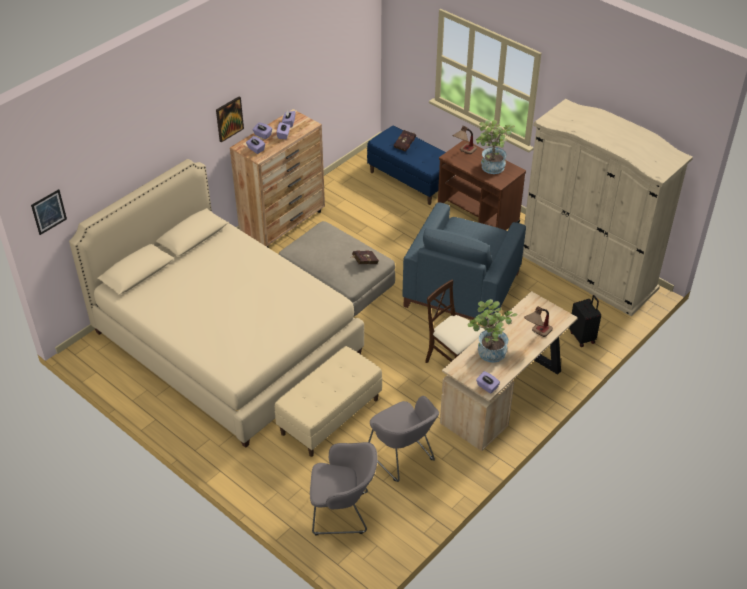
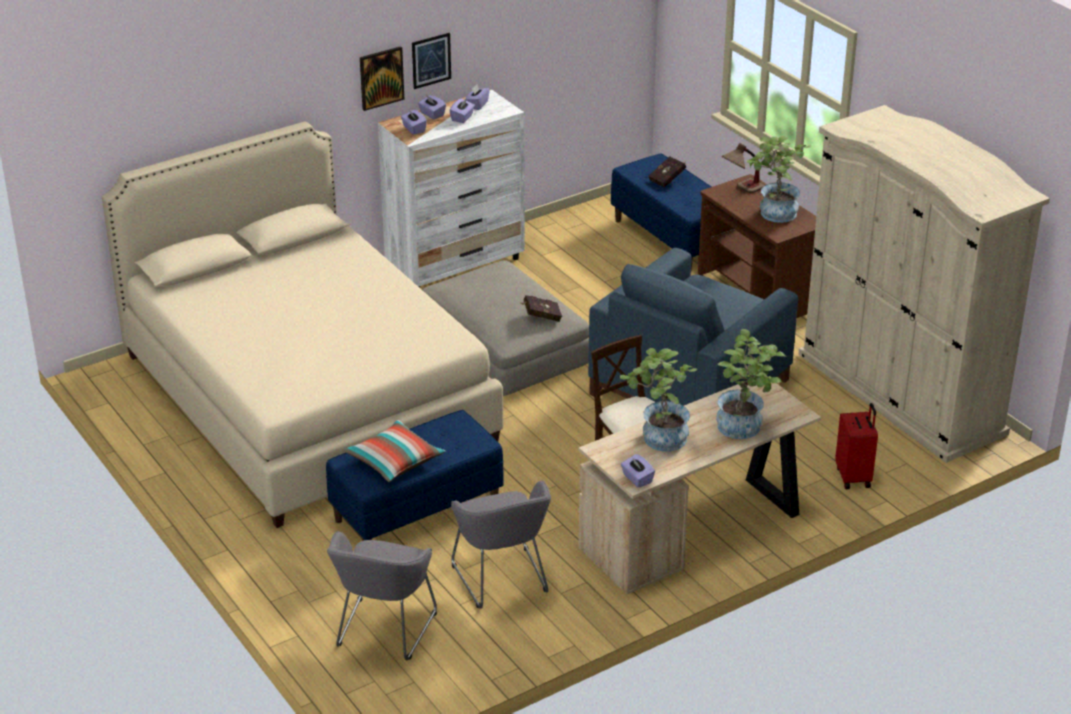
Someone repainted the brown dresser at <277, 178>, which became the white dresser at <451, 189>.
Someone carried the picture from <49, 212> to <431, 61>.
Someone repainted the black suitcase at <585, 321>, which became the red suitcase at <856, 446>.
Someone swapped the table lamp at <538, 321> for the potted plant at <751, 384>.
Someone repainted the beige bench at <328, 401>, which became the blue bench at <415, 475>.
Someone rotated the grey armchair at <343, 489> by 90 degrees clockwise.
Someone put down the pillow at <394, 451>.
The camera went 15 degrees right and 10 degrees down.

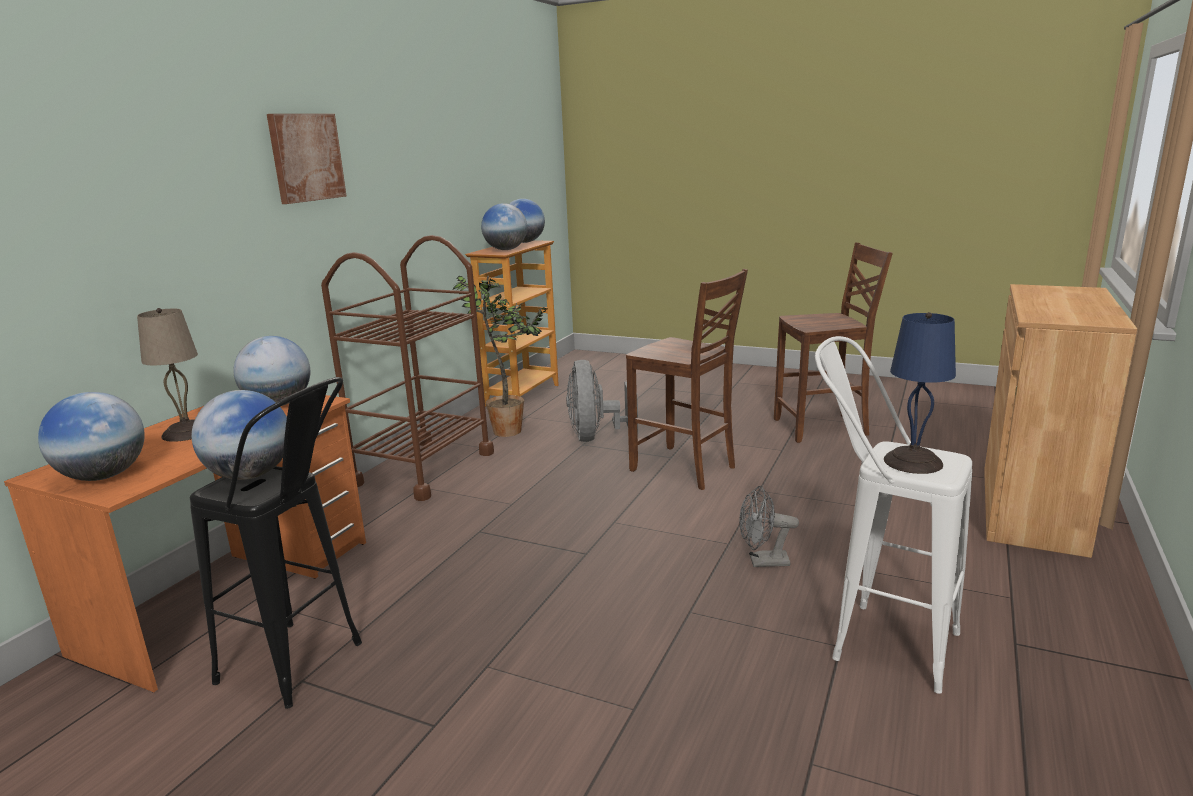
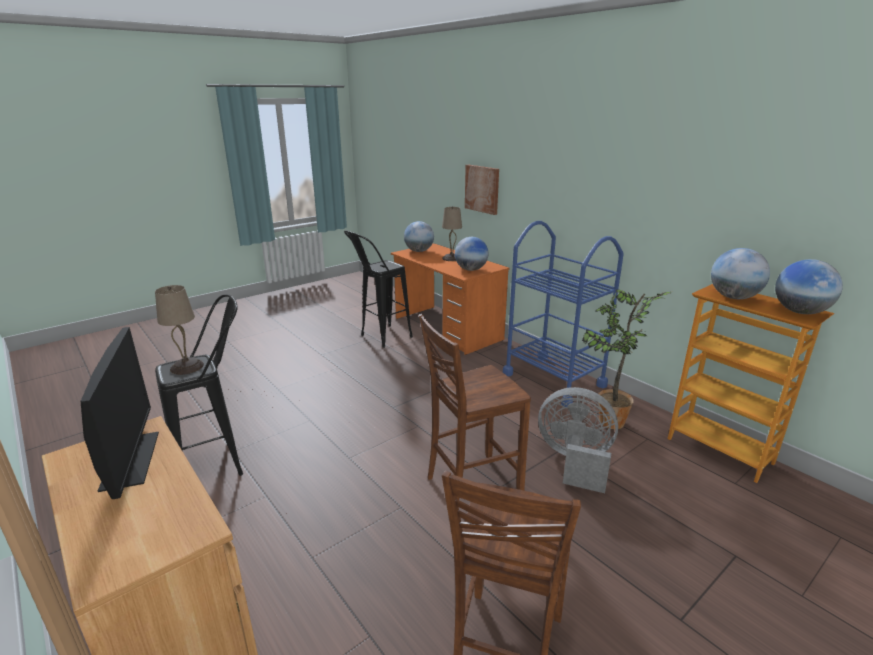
Someone carried the picture from <306, 159> to <482, 190>.
Someone repainted the brown cart at <407, 368>, which became the blue cart at <563, 314>.
Someone repainted the blue table lamp at <920, 393>, which became the beige table lamp at <179, 330>.
Someone repainted the white stool at <893, 515>, which became the black stool at <199, 385>.
Someone took away the globe at <239, 435>.
Someone took away the grey fan at <769, 526>.
Someone put down the monitor at <120, 413>.
The camera went 115 degrees right and 5 degrees up.

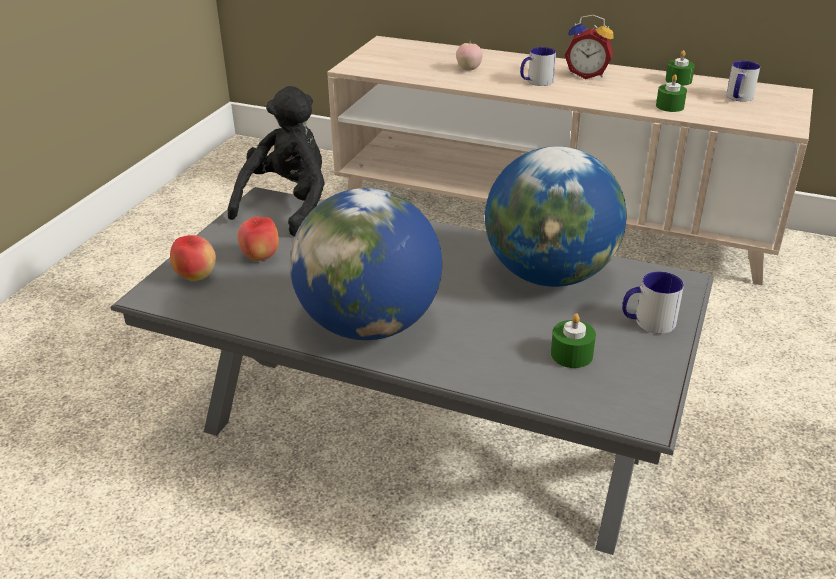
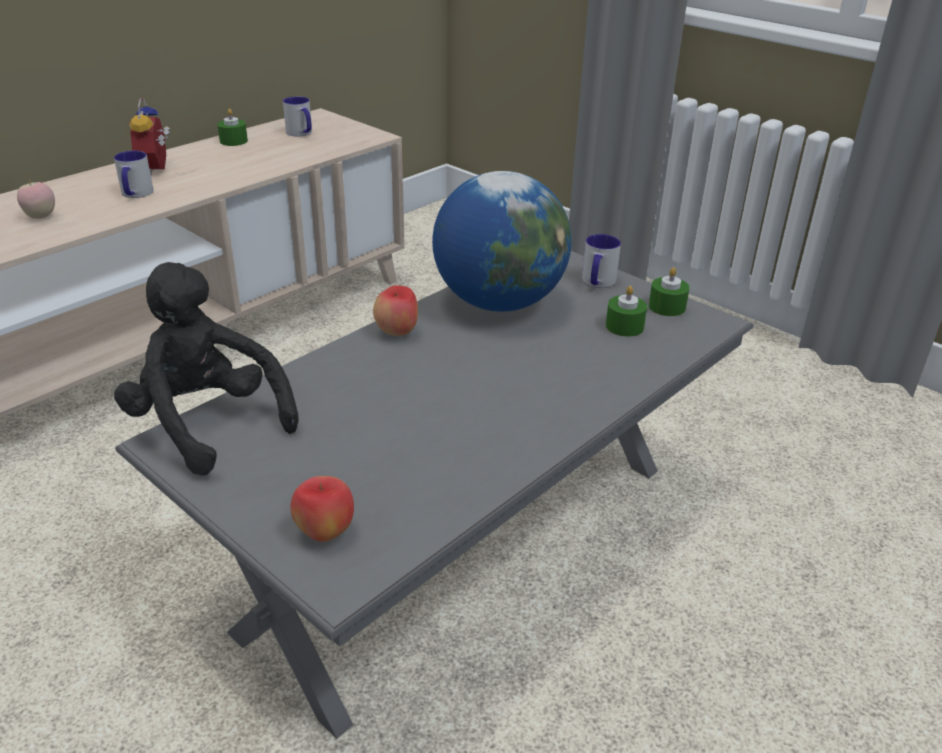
Someone rotated the alarm clock at <589, 47> by 135 degrees clockwise.
Someone carried the green candle from <671, 93> to <669, 291>.
Someone took away the globe at <366, 264>.
Someone carried the apple from <258, 239> to <395, 310>.
The camera went 70 degrees left and 0 degrees up.

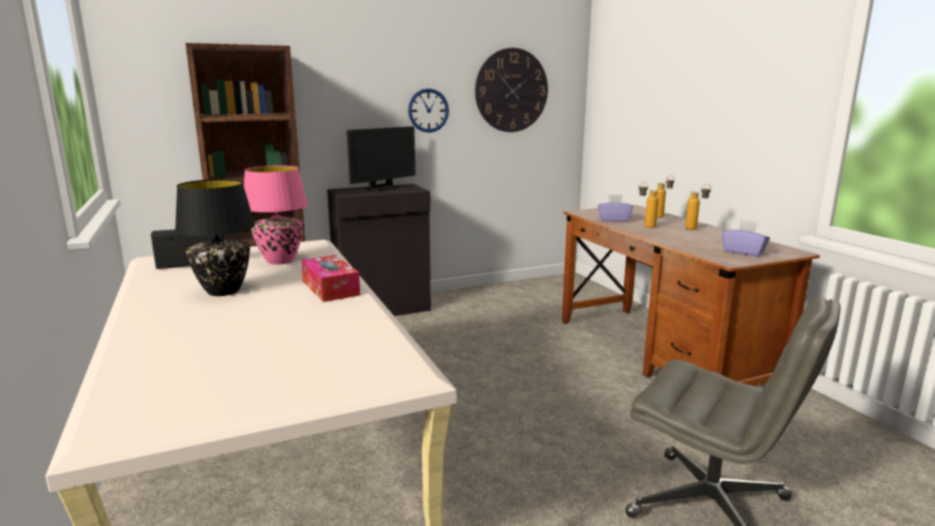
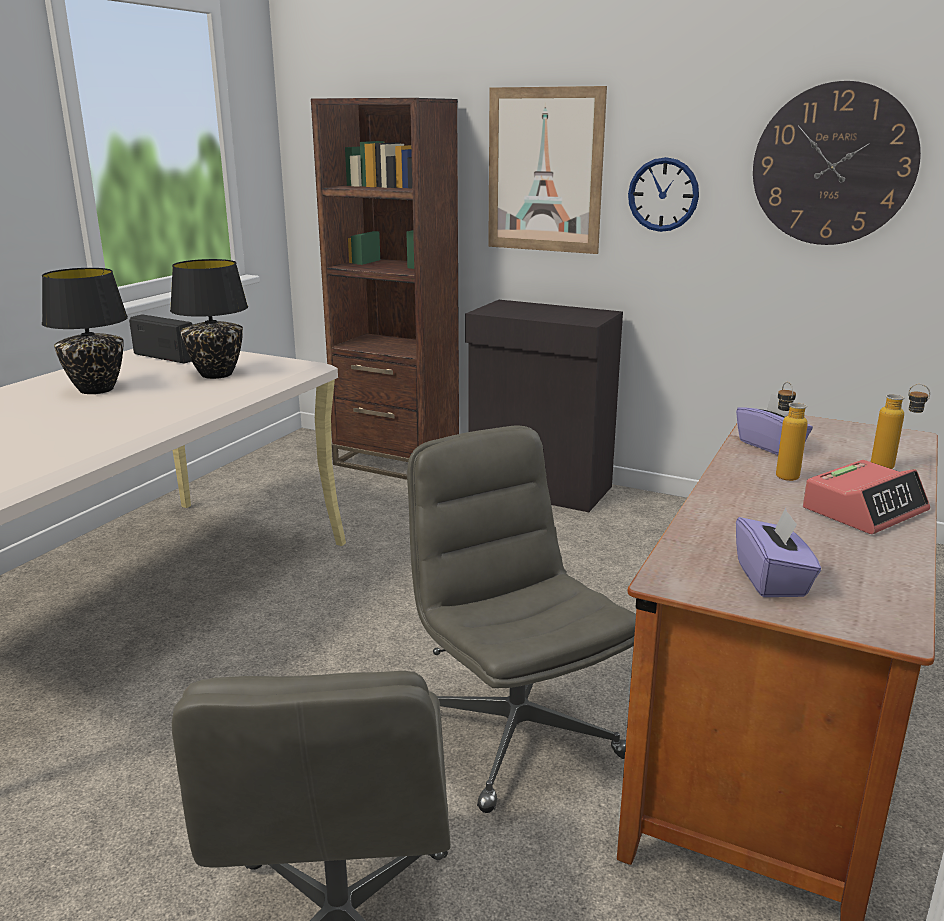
Someone took away the monitor at <381, 158>.
Someone repainted the pink table lamp at <276, 215>, which became the black table lamp at <209, 319>.
Someone swapped the bottle at <698, 207> for the alarm clock at <866, 497>.
Someone took away the tissue box at <330, 278>.
Someone put up the picture at <547, 170>.
Someone put down the grey office chair at <521, 619>.
The camera went 50 degrees right and 5 degrees up.

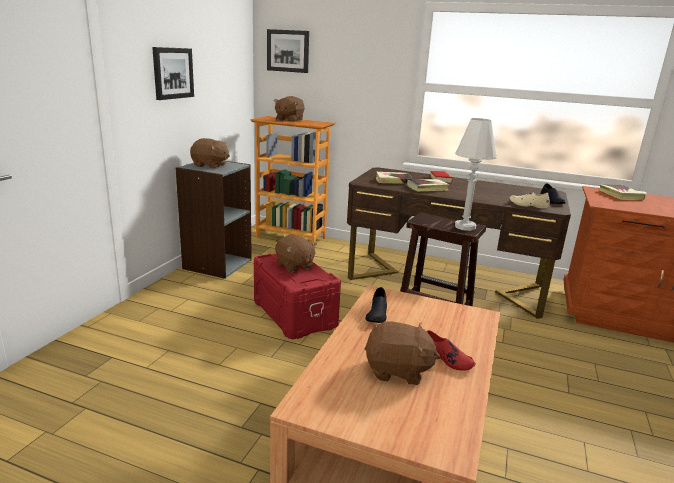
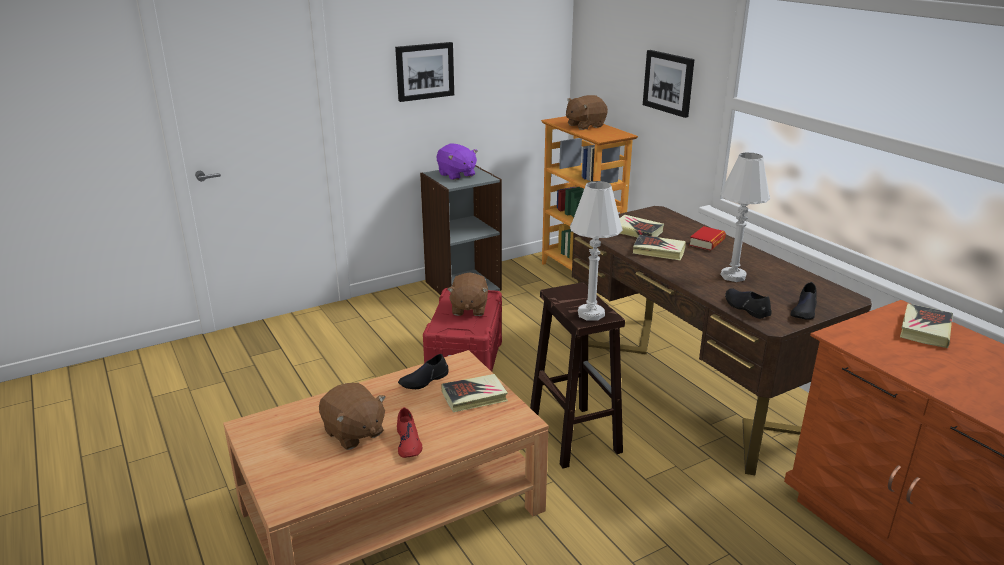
Someone carried the picture from <288, 51> to <669, 84>.
Someone repainted the brown plush toy at <210, 153>, which became the purple plush toy at <457, 162>.
Someone repainted the beige shoe at <529, 201>, which became the black shoe at <748, 303>.
Someone put down the white table lamp at <745, 217>.
Someone put down the book at <474, 393>.
The camera went 40 degrees right and 5 degrees up.

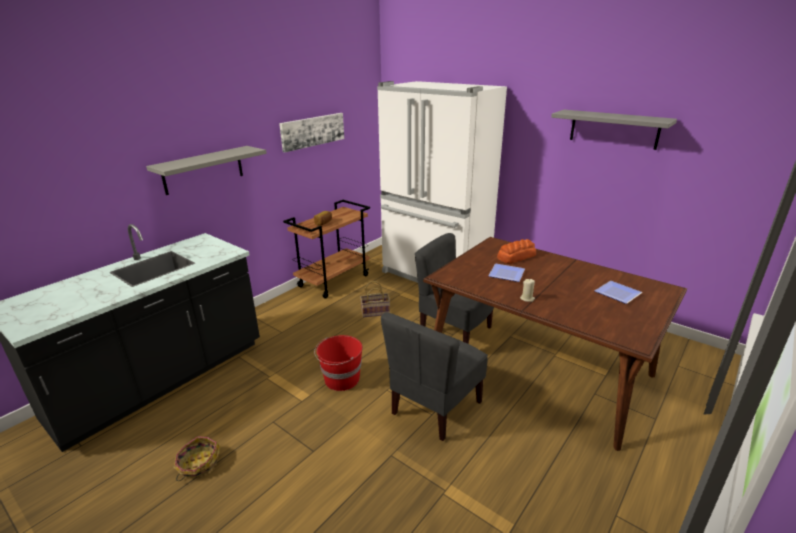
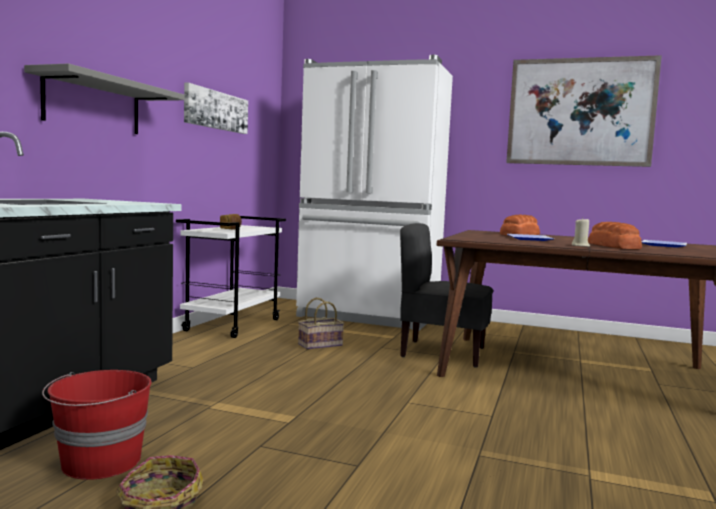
Someone swapped the grey shelf at <614, 130> for the picture at <584, 111>.
Someone repainted the brown cart at <326, 249>, which became the white cart at <231, 277>.
Someone took away the grey chair at <434, 376>.
Someone carried the red bucket from <338, 363> to <97, 425>.
Someone put down the bread at <615, 235>.
The camera went 20 degrees left and 20 degrees down.

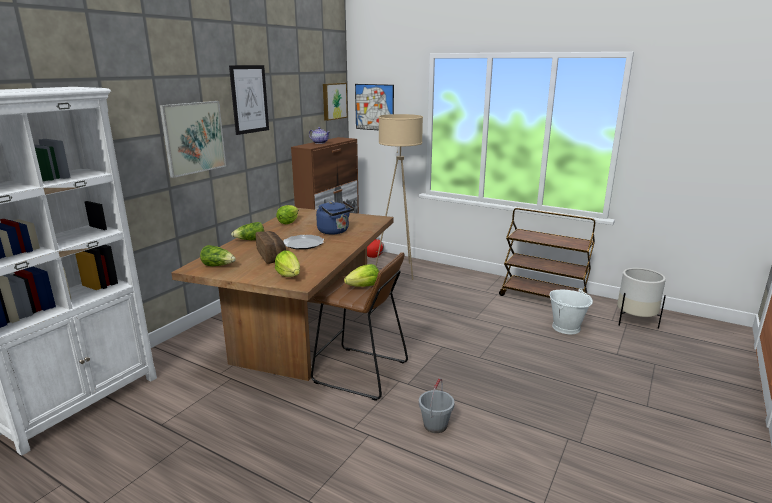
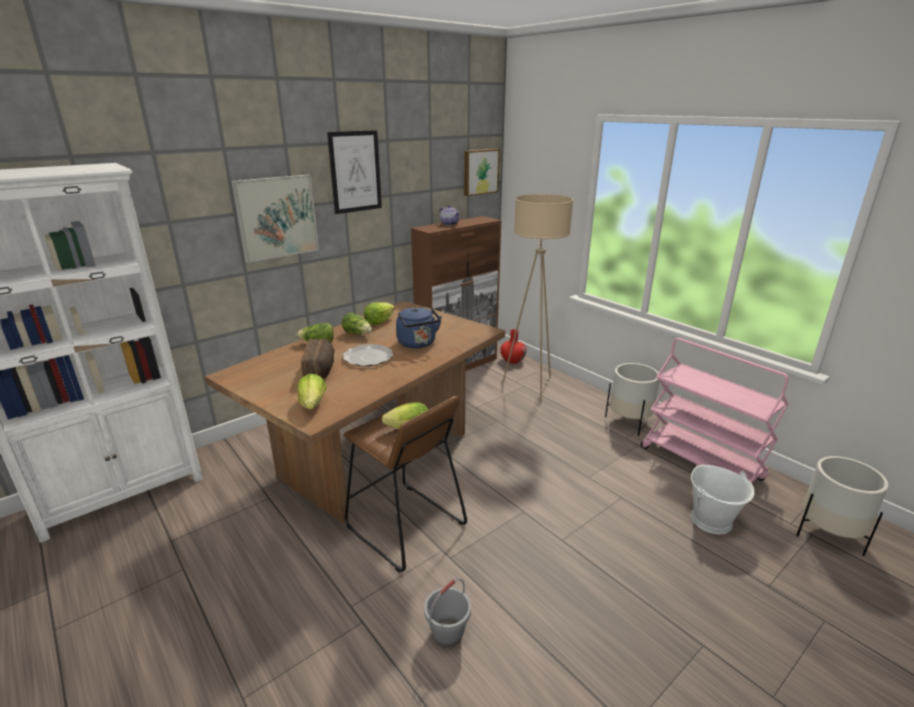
Someone took away the picture at <374, 107>.
Someone repainted the brown cart at <547, 253>, which became the pink cart at <714, 411>.
Someone carried the lettuce from <218, 255> to <357, 323>.
Someone put down the white planter at <632, 399>.
The camera went 20 degrees right and 5 degrees up.

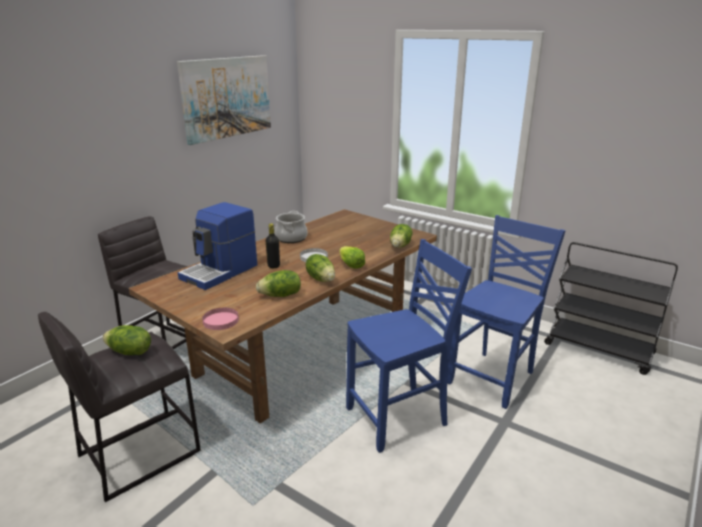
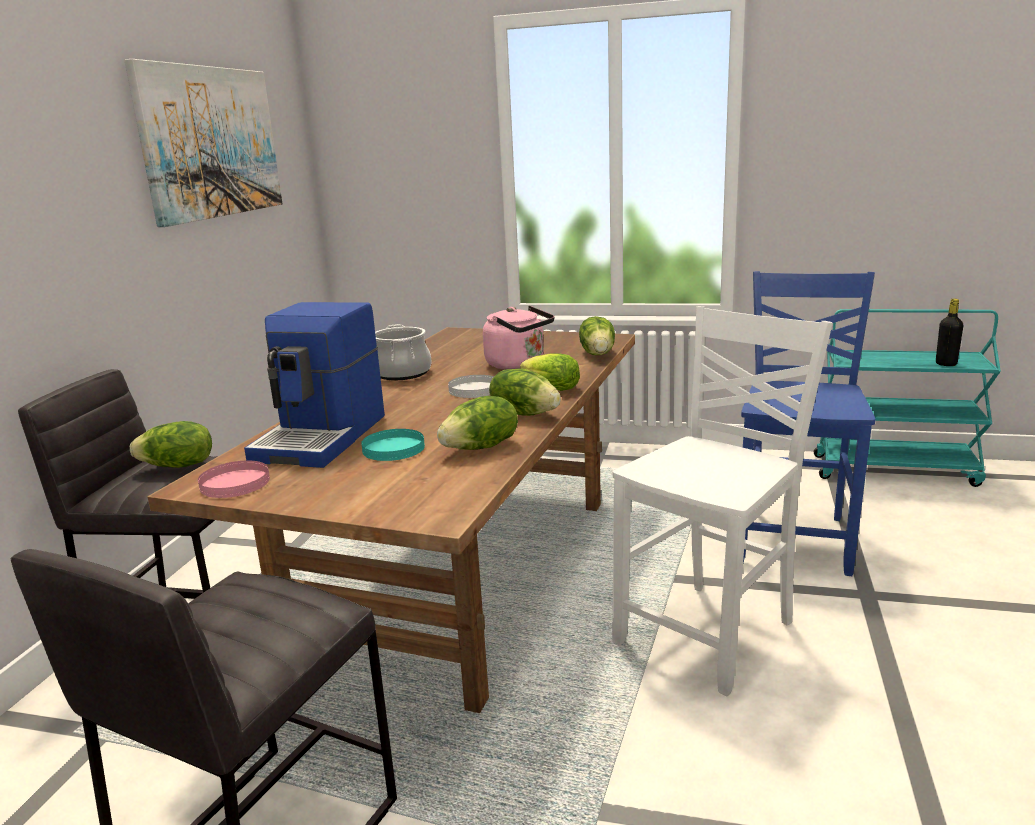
Someone carried the black bottle from <273, 245> to <949, 332>.
Someone repainted the blue chair at <409, 346>, which became the white chair at <722, 501>.
Someone repainted the black cart at <611, 308>, which became the turquoise cart at <907, 398>.
Someone carried the pink plate from <220, 319> to <234, 479>.
Someone carried the lettuce from <126, 340> to <171, 444>.
Someone put down the pink kettle at <518, 338>.
Someone put down the turquoise plate at <393, 445>.
The camera went 20 degrees left and 5 degrees down.

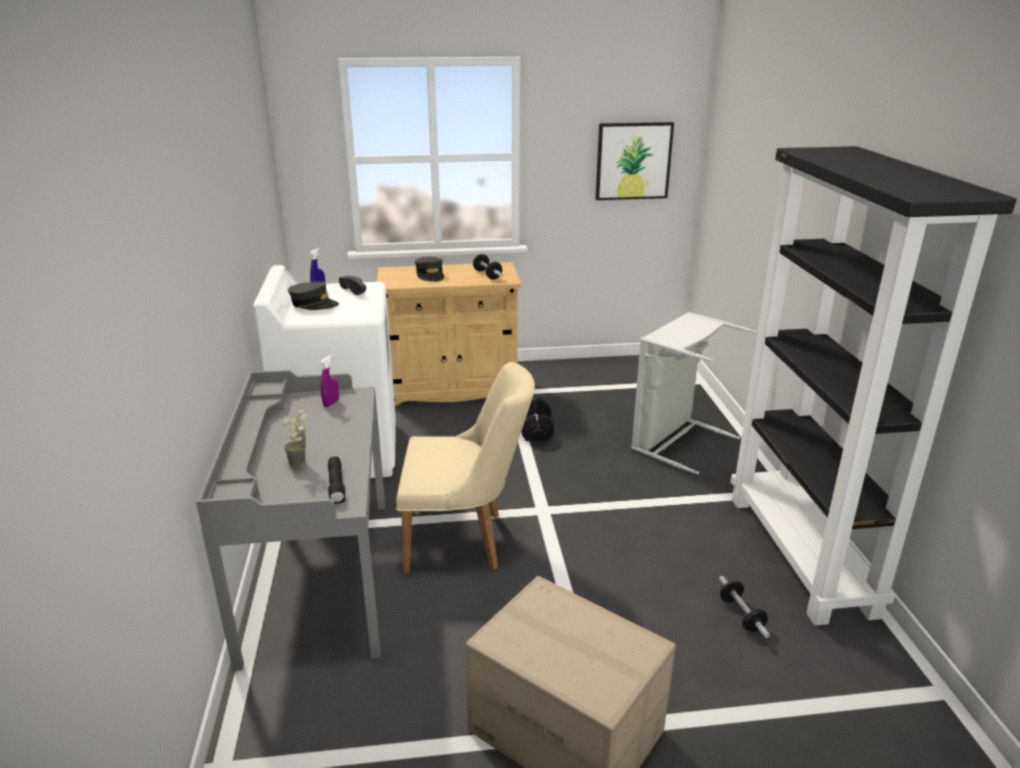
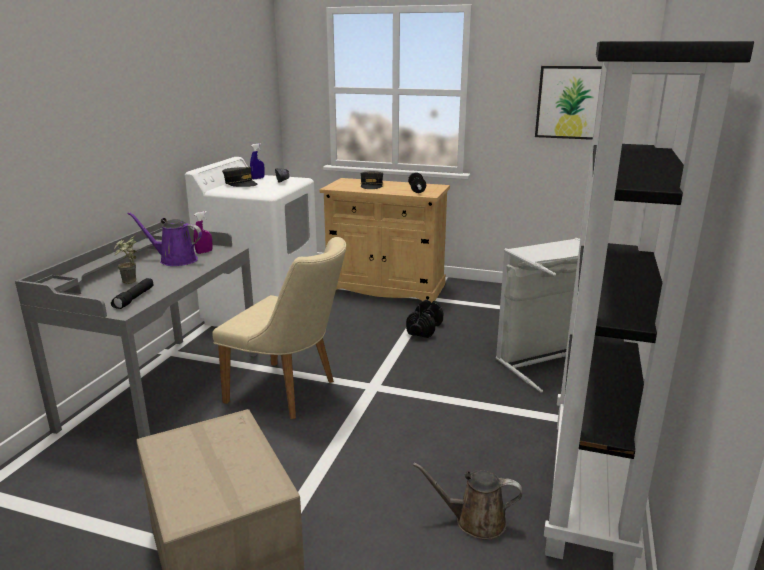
Someone swapped the dumbbell at <744, 607> for the brown watering can at <467, 501>.
Someone put down the purple watering can at <164, 239>.
The camera went 25 degrees right and 5 degrees down.

